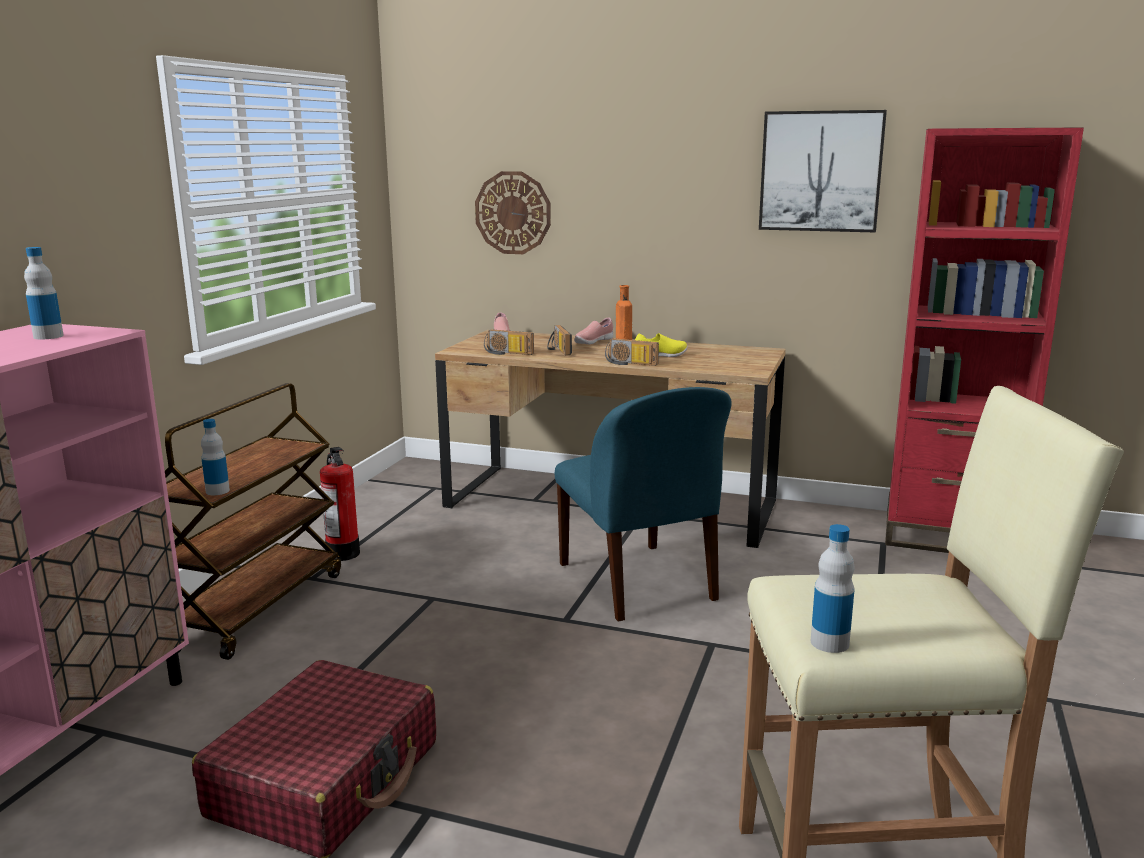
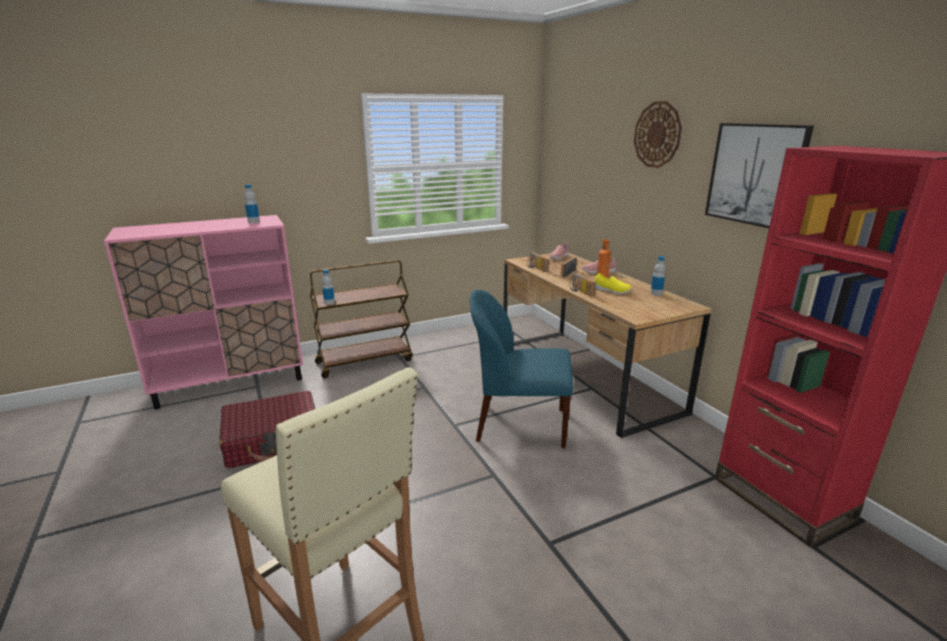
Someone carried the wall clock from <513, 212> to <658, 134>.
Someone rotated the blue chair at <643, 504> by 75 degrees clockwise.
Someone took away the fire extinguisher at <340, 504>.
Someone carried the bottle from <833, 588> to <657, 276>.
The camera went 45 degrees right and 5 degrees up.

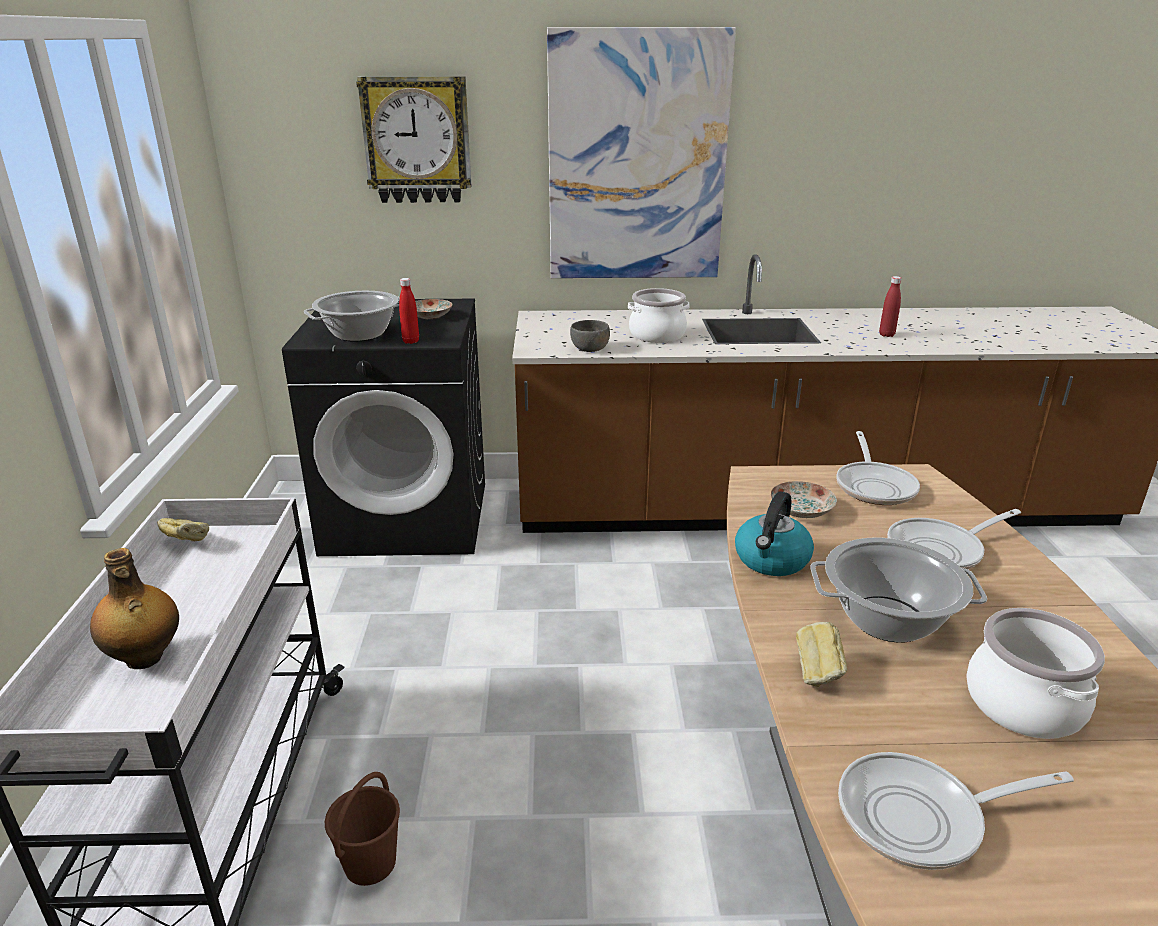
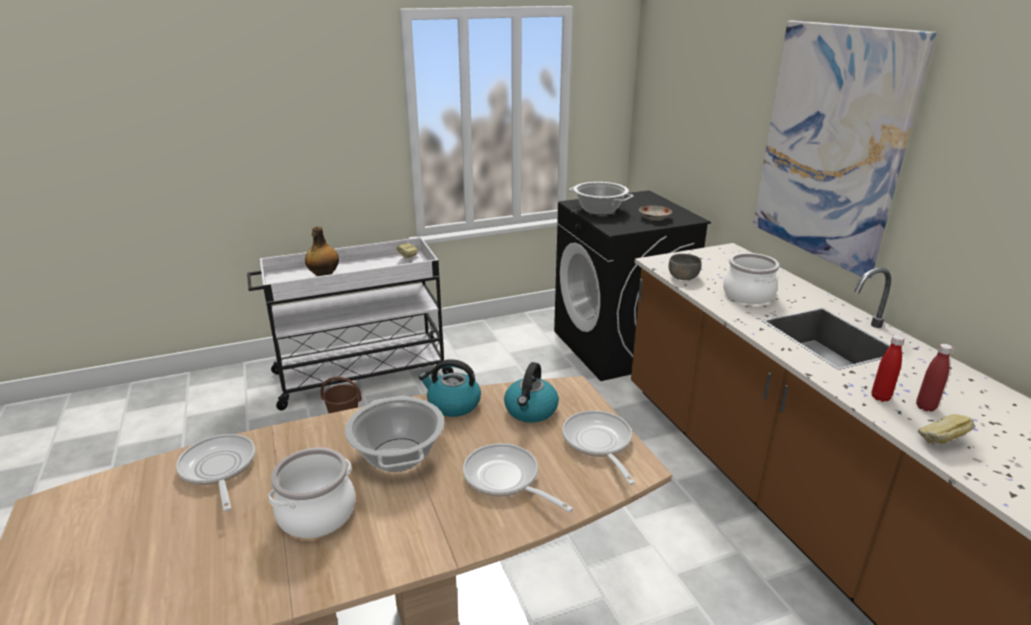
Someone took away the wall clock at <414, 139>.
Someone carried the red bottle from <409, 311> to <888, 368>.
Someone rotated the frying pan at <878, 468> by 90 degrees clockwise.
Someone swapped the plate at <804, 499> for the kettle at <531, 392>.
Someone carried the bread from <821, 654> to <946, 429>.
The camera went 70 degrees right and 0 degrees up.

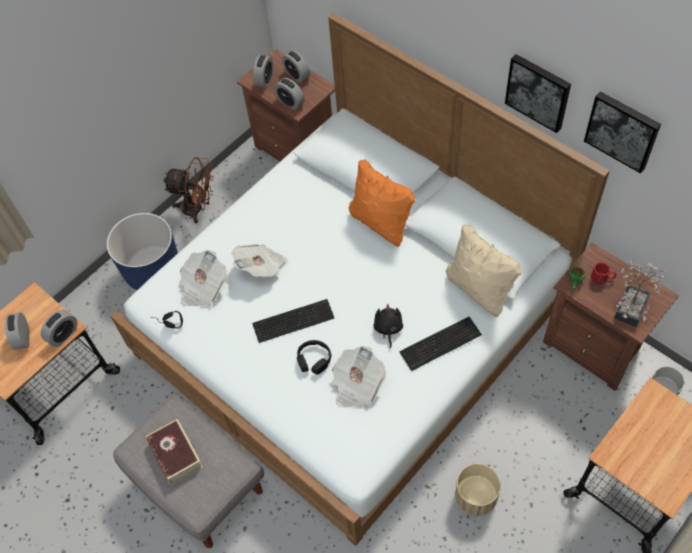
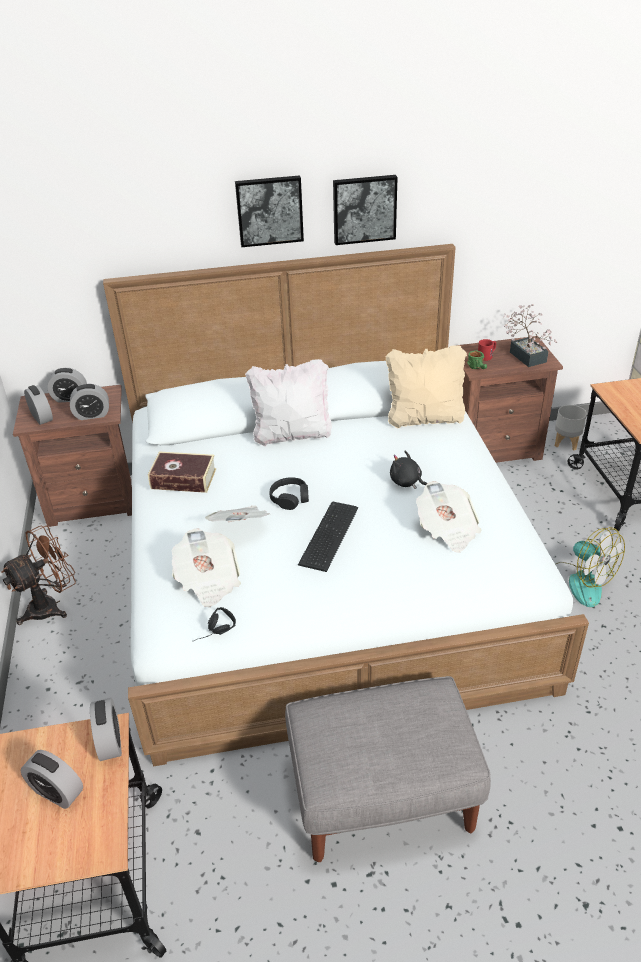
Someone carried the picture from <622, 132> to <269, 211>.
Someone repainted the orange pillow at <382, 203>, which became the white pillow at <288, 403>.
Someone took away the blue planter at <142, 251>.
Someone took away the keyboard at <440, 344>.
Someone carried the black headphones from <314, 357> to <289, 493>.
Someone carried the book from <174, 452> to <182, 472>.
Someone swapped the beige planter at <478, 490> for the fan at <590, 567>.
The camera went 55 degrees left and 20 degrees down.

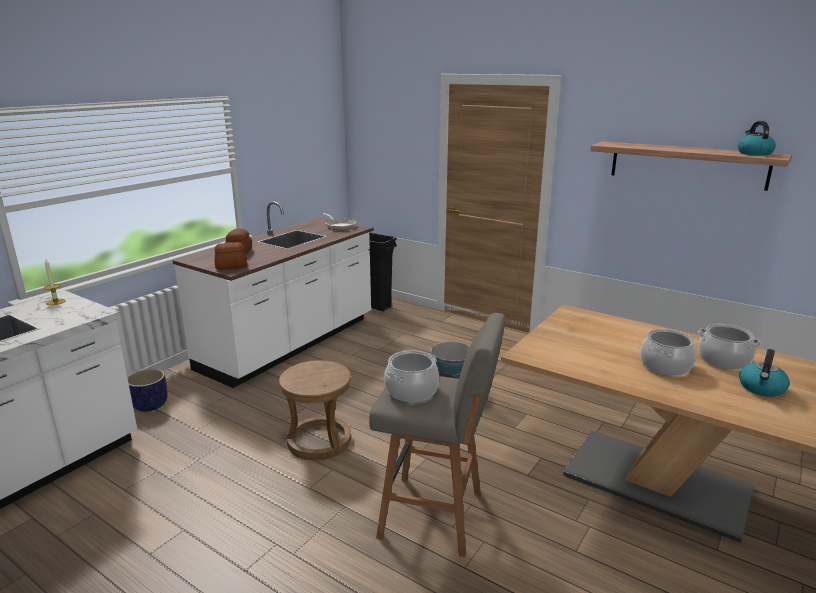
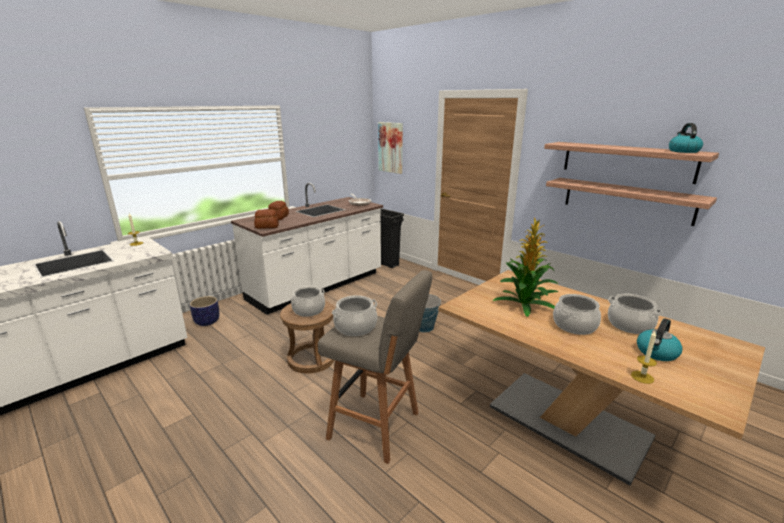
Someone put up the picture at <390, 148>.
Someone put up the shelf at <631, 202>.
Someone put down the potted plant at <525, 267>.
Someone put down the cooking pot at <307, 301>.
Someone put down the candle at <644, 357>.
The camera went 10 degrees right and 0 degrees up.

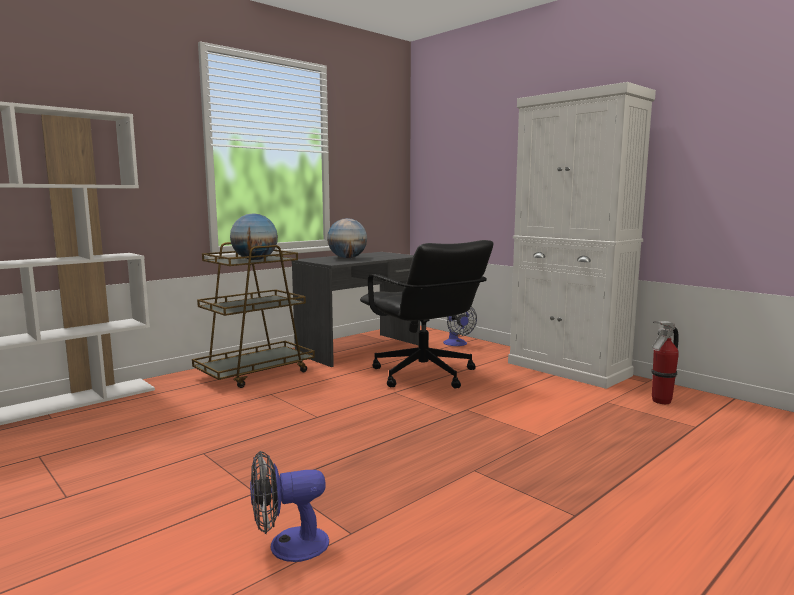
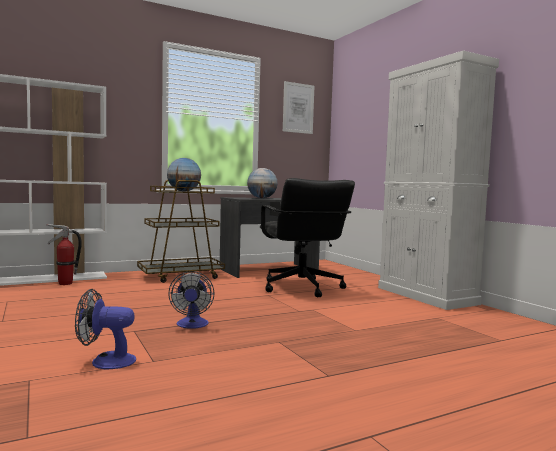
Someone carried the fan from <460, 326> to <191, 300>.
Someone carried the fire extinguisher from <665, 362> to <64, 254>.
Someone put up the picture at <298, 107>.
The camera went 15 degrees right and 5 degrees down.

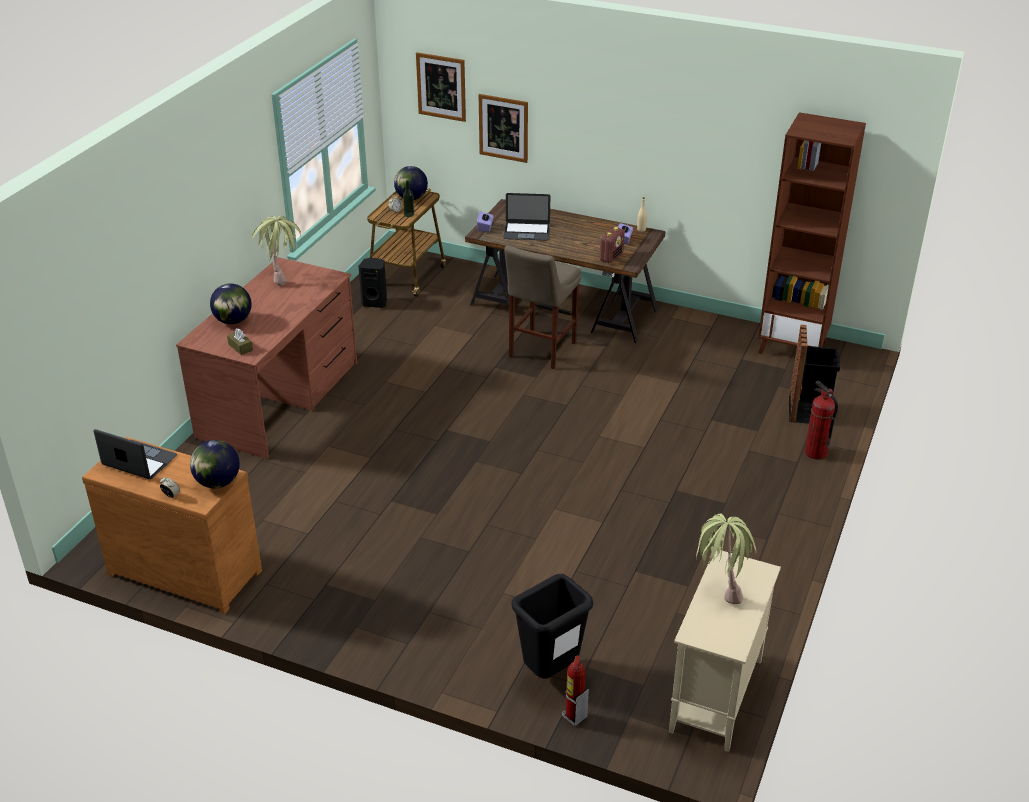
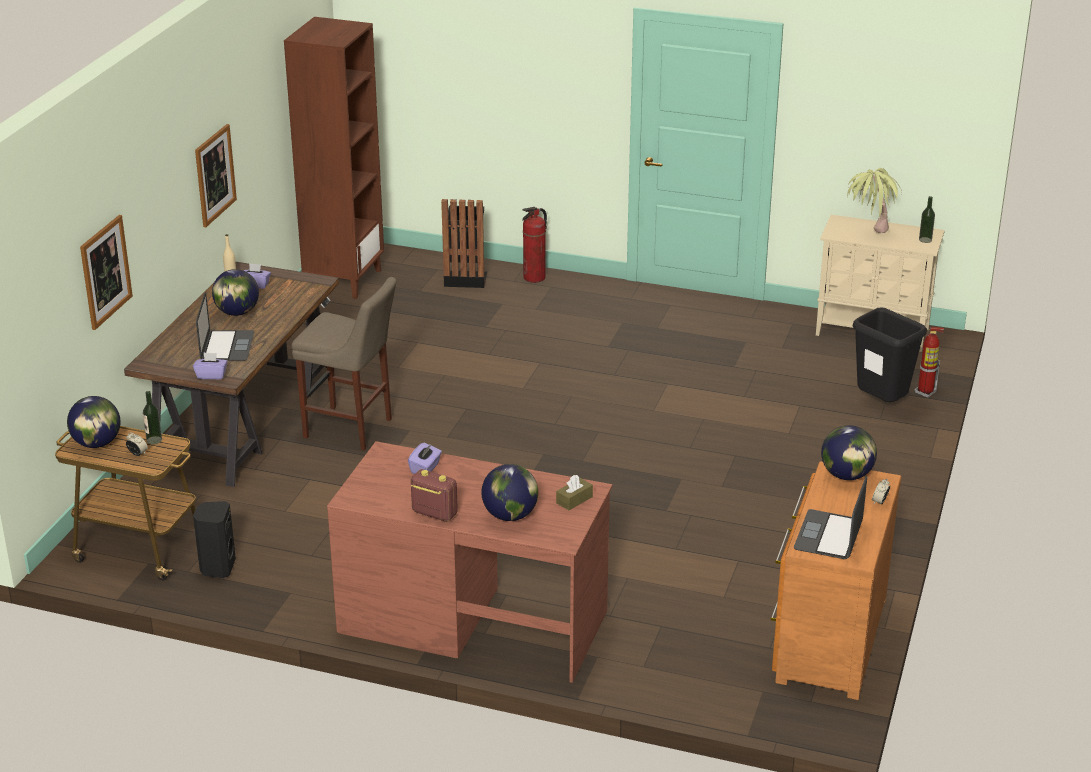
Someone carried the picture from <441, 87> to <216, 175>.
Someone took away the potted plant at <276, 250>.
Someone carried the radio from <612, 245> to <434, 495>.
Someone put down the bottle at <927, 219>.
Someone put down the globe at <235, 292>.
Someone put down the purple tissue box at <425, 458>.
The camera went 95 degrees left and 5 degrees down.

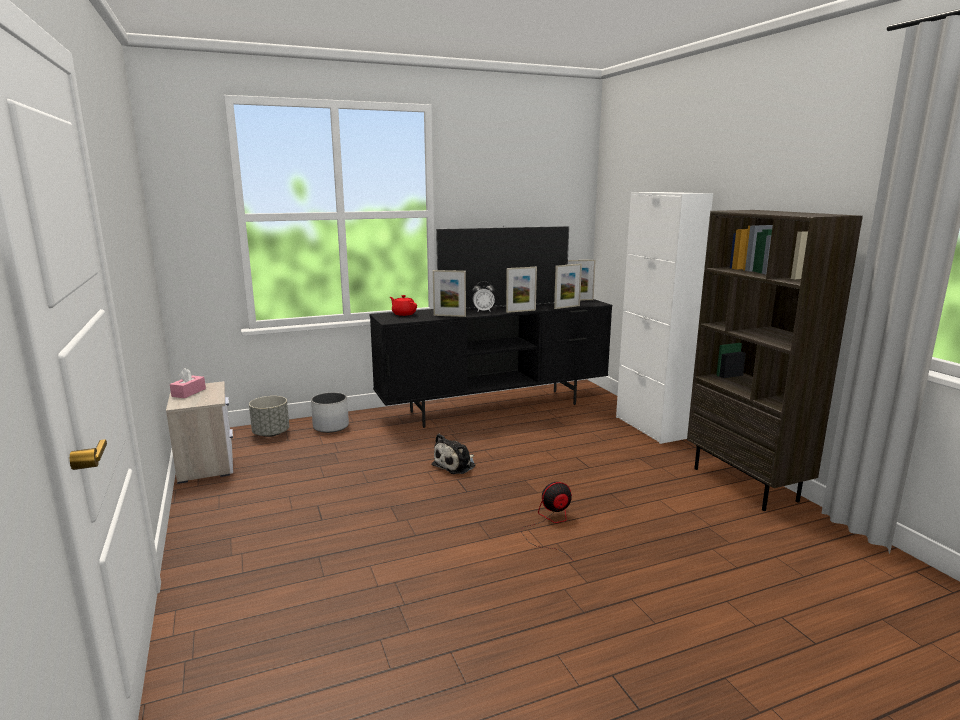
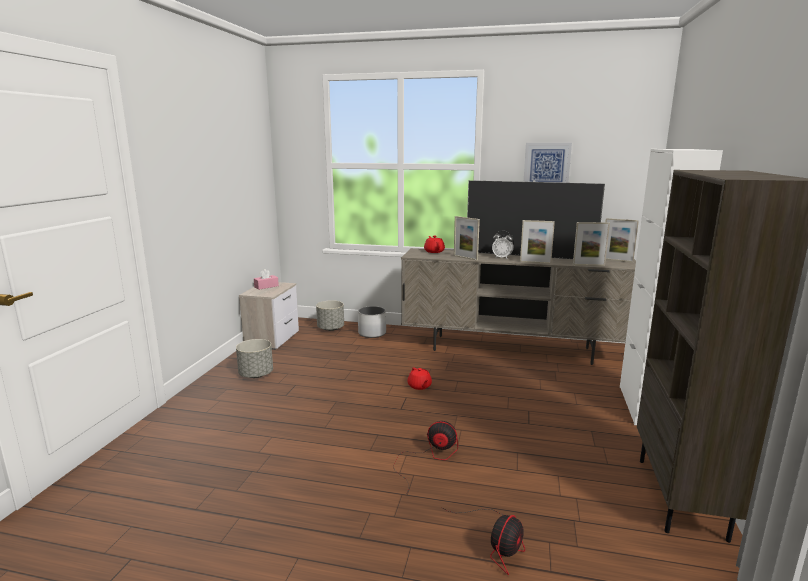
Someone repainted the black tv stand at <491, 363>, which became the beige tv stand at <518, 306>.
Someone swapped the plush toy at <453, 454> for the red teapot at <419, 378>.
Someone put up the picture at <548, 163>.
Someone put down the grey planter at <254, 358>.
Someone put down the fan at <483, 541>.
The camera went 35 degrees right and 0 degrees up.

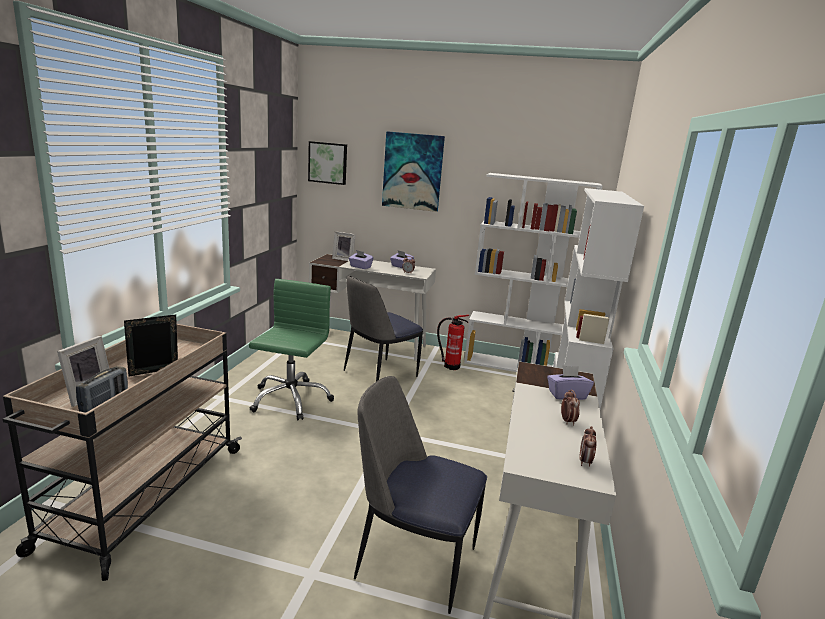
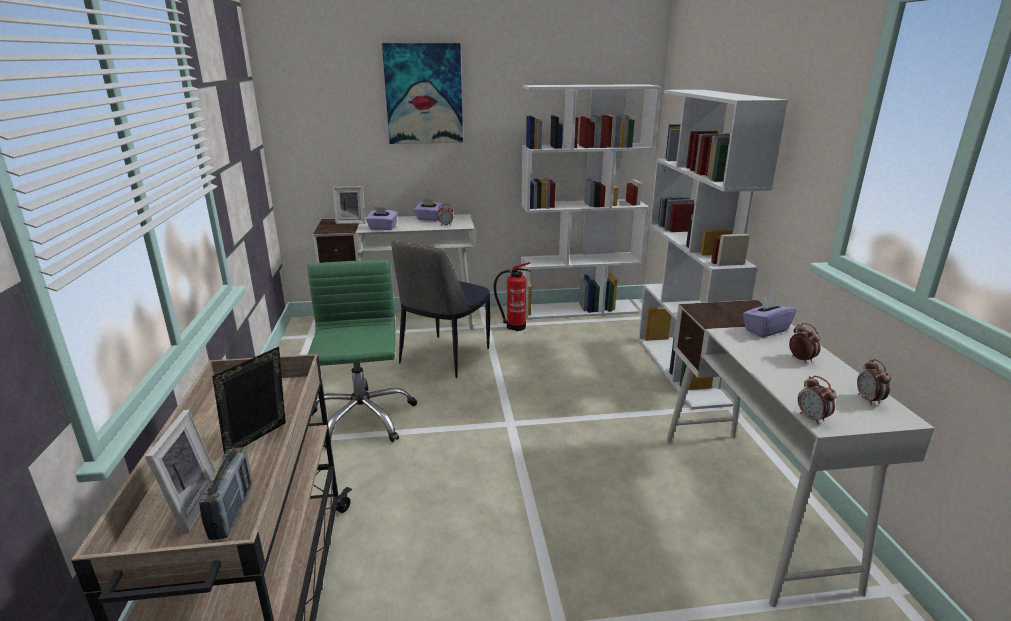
Someone took away the picture at <327, 163>.
Someone took away the chair at <420, 495>.
Someone put down the alarm clock at <817, 400>.
The camera went 20 degrees left and 5 degrees up.

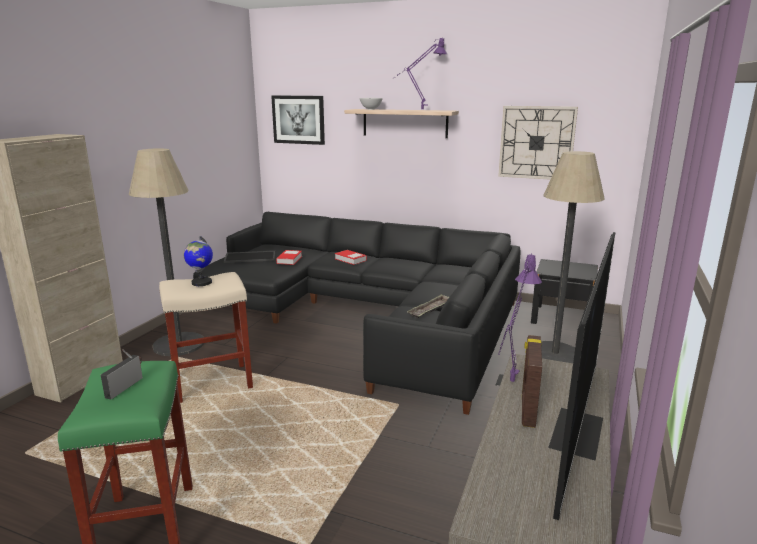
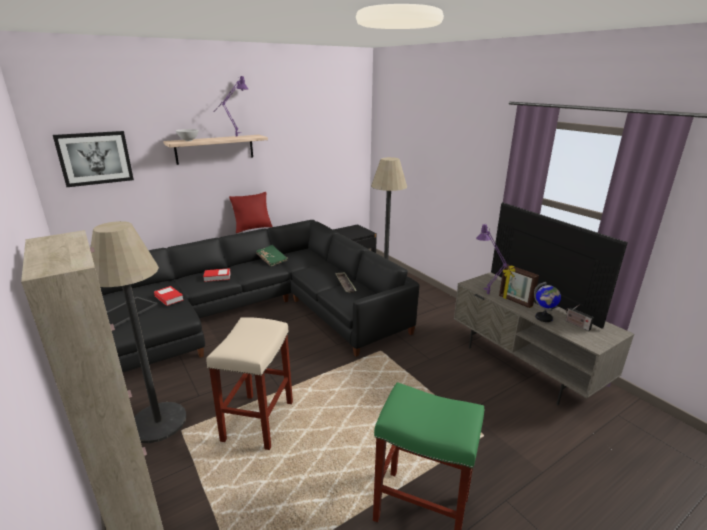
Someone took away the wall clock at <538, 143>.
Someone carried the globe from <198, 261> to <547, 302>.
Someone carried the radio from <122, 374> to <579, 318>.
Someone put down the red pillow at <251, 212>.
Someone put down the green book at <272, 255>.
The camera went 55 degrees left and 5 degrees up.

